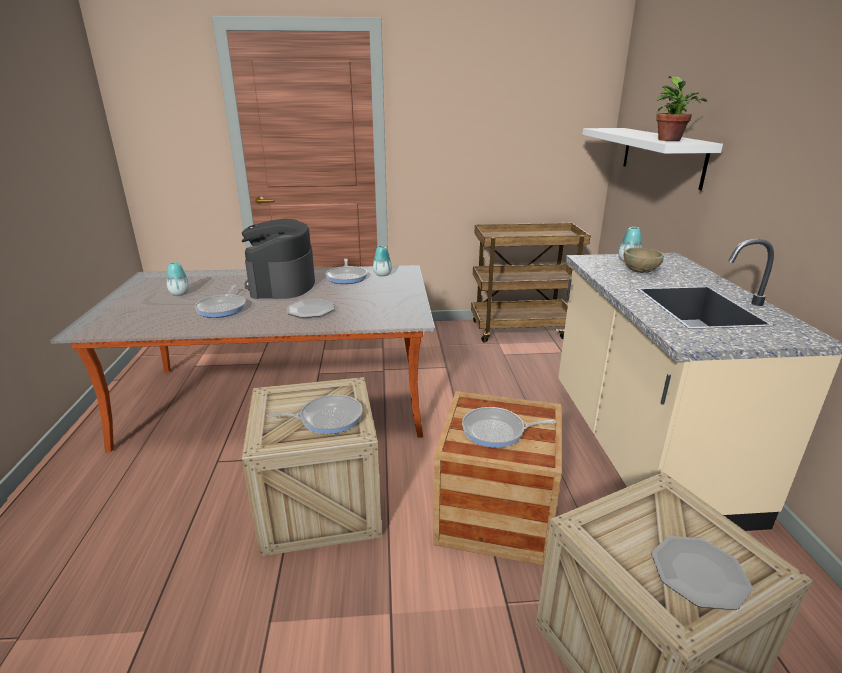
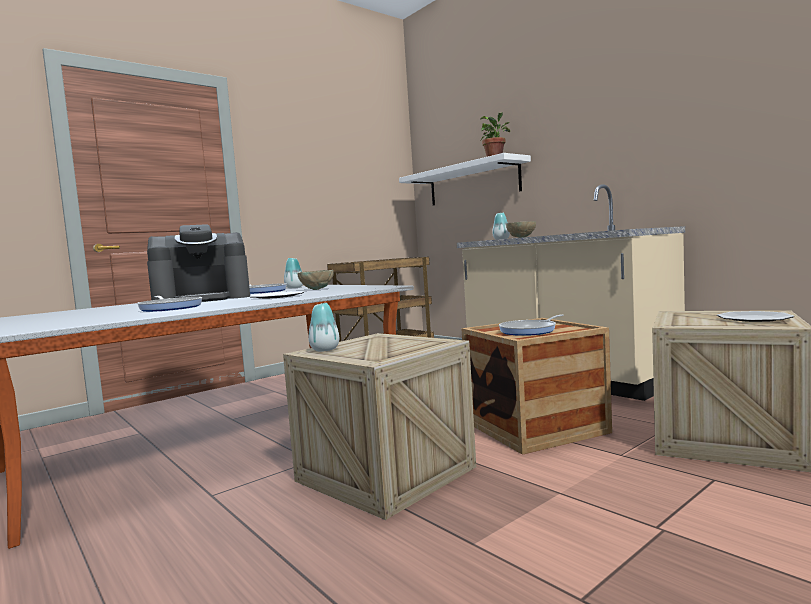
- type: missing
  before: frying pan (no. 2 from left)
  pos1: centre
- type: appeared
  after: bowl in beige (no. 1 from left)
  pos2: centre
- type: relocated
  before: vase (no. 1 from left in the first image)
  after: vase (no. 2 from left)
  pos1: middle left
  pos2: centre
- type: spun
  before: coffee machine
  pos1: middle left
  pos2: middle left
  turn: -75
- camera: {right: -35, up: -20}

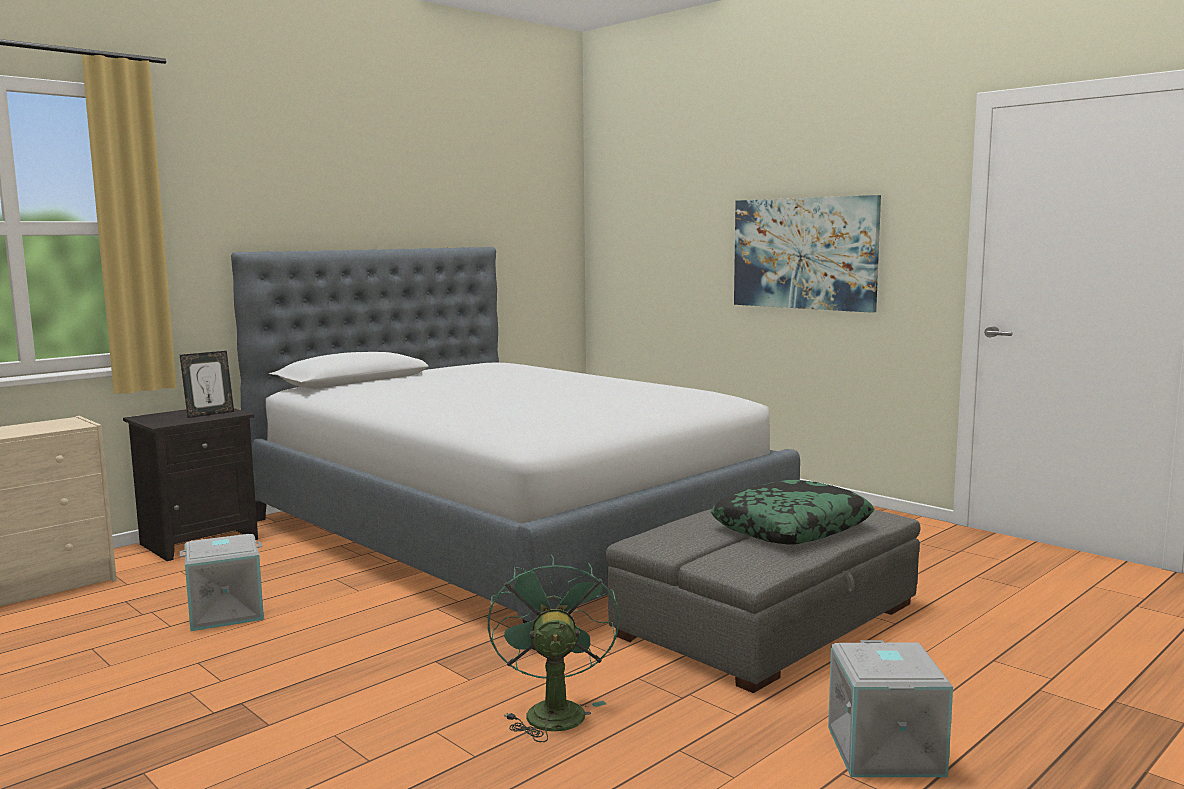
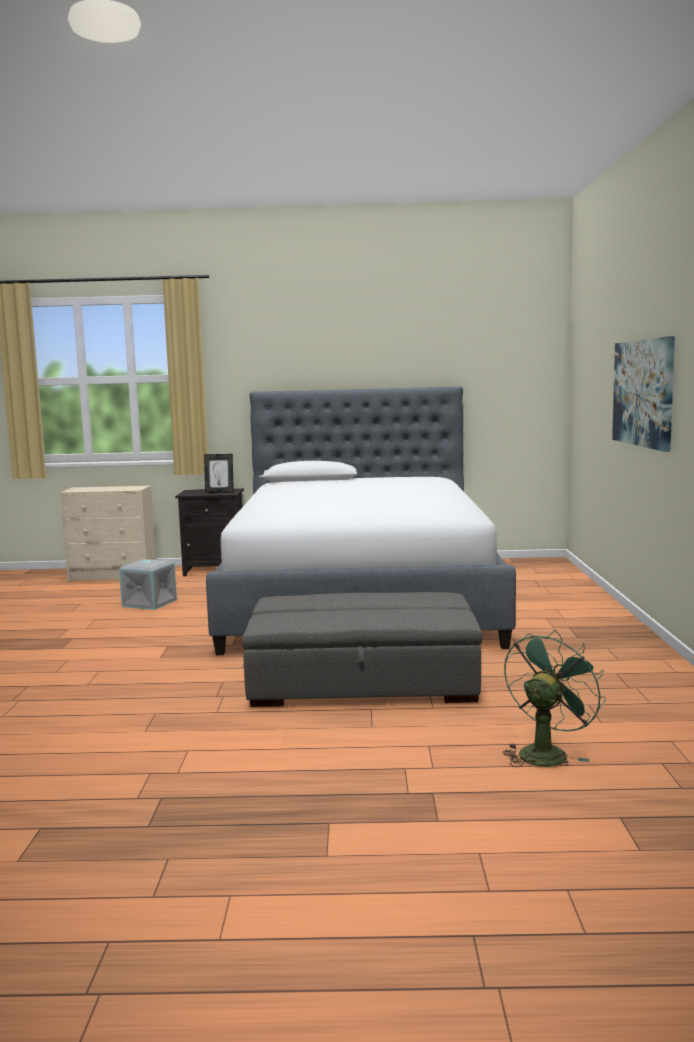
- type: missing
  before: pillow
  pos1: middle right
- type: missing
  before: storage box in grey (no. 2 from left)
  pos1: bottom right
- type: relocated
  before: fan in green
  pos1: bottom centre
  pos2: bottom right
- camera: {right: 45, up: 0}

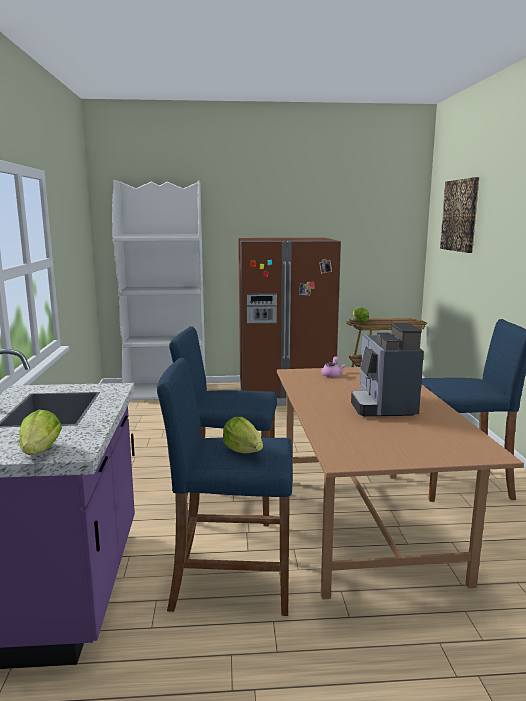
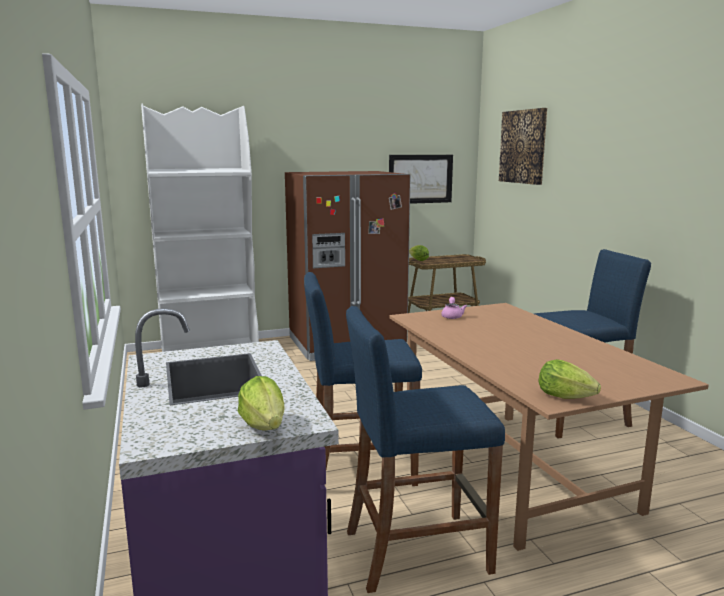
- type: missing
  before: coffee machine
  pos1: middle right
- type: appeared
  after: picture (no. 1 from left)
  pos2: top centre
- type: relocated
  before: lettuce (no. 2 from left in the first image)
  after: lettuce (no. 3 from left)
  pos1: centre
  pos2: middle right
- camera: {right: -15, up: 0}

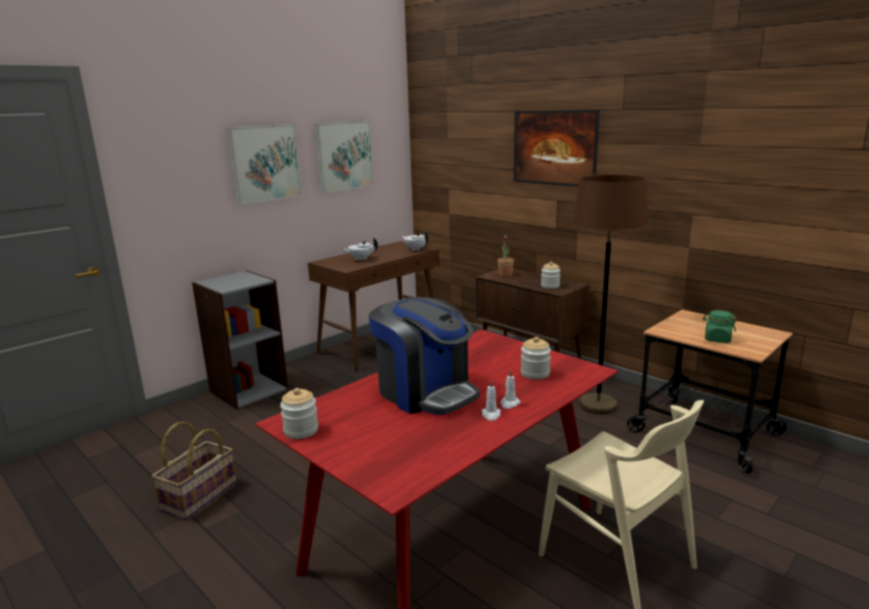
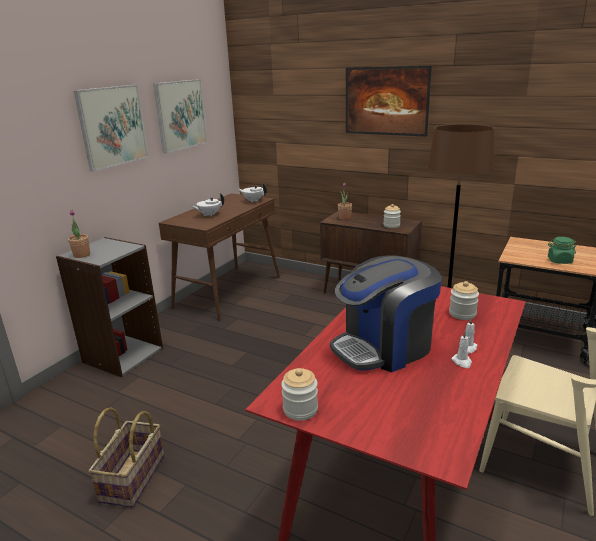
- type: appeared
  after: potted plant (no. 1 from left)
  pos2: middle left
- type: spun
  before: coffee machine
  pos1: centre
  pos2: centre
  turn: 120
- camera: {right: -15, up: 5}

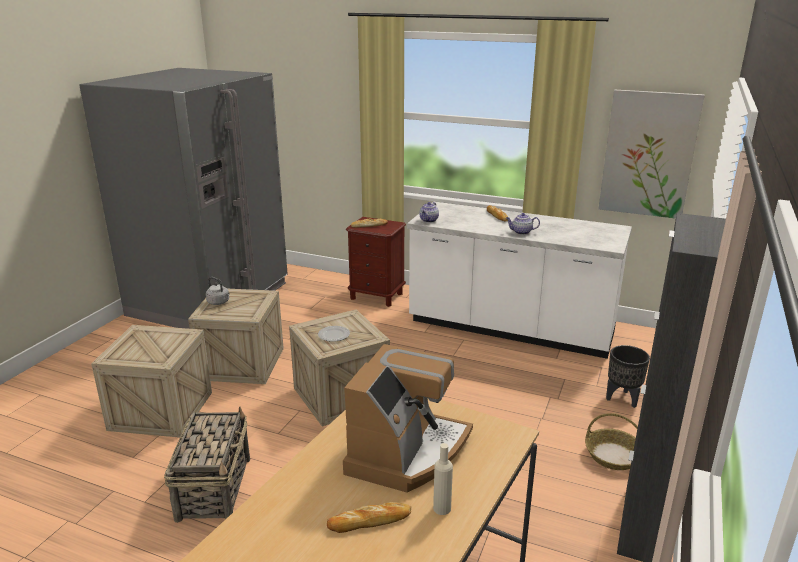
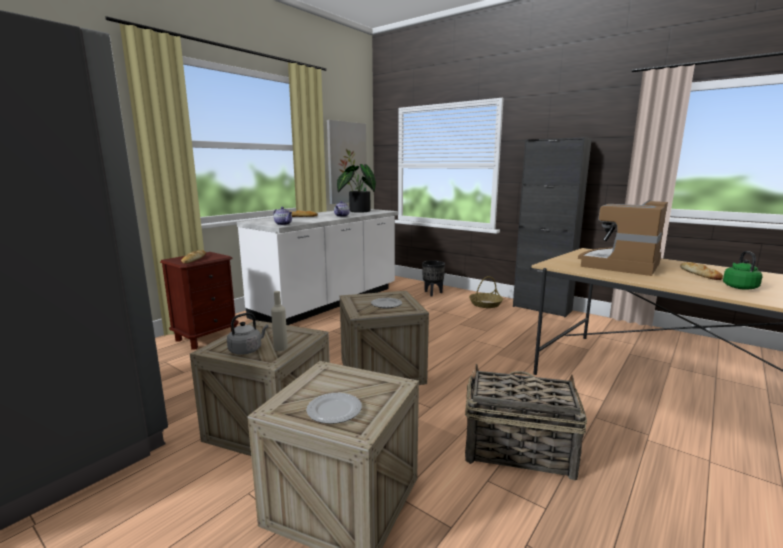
- type: appeared
  after: plate (no. 1 from left)
  pos2: bottom centre
- type: appeared
  after: potted plant
  pos2: centre
- type: appeared
  after: kettle in green
  pos2: middle right
- type: relocated
  before: bottle in beige
  pos1: bottom centre
  pos2: centre
- type: spun
  before: coffee machine
  pos1: bottom centre
  pos2: middle right
  turn: -90
- camera: {right: -75, up: -10}

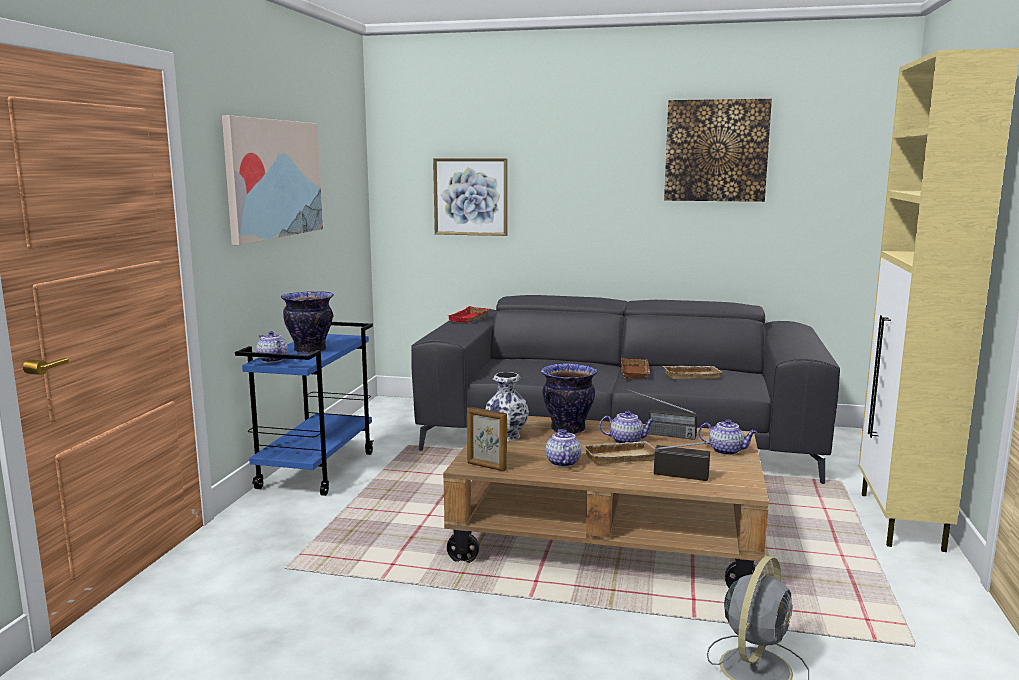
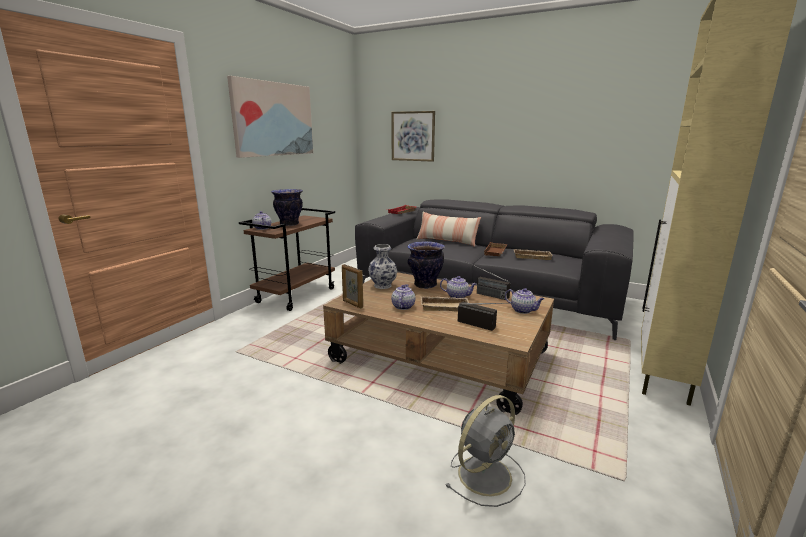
- type: missing
  before: picture (no. 3 from left)
  pos1: top right
- type: appeared
  after: pillow
  pos2: centre
- type: colour
  before: cart in blue
  after: cart in brown
  pos1: middle left
  pos2: centre
- camera: {right: 15, up: 5}

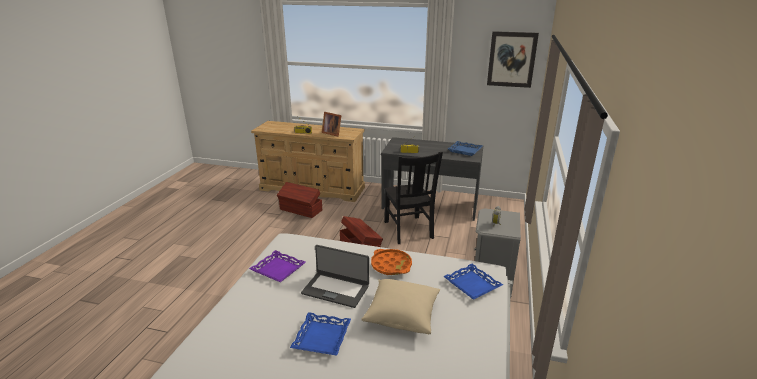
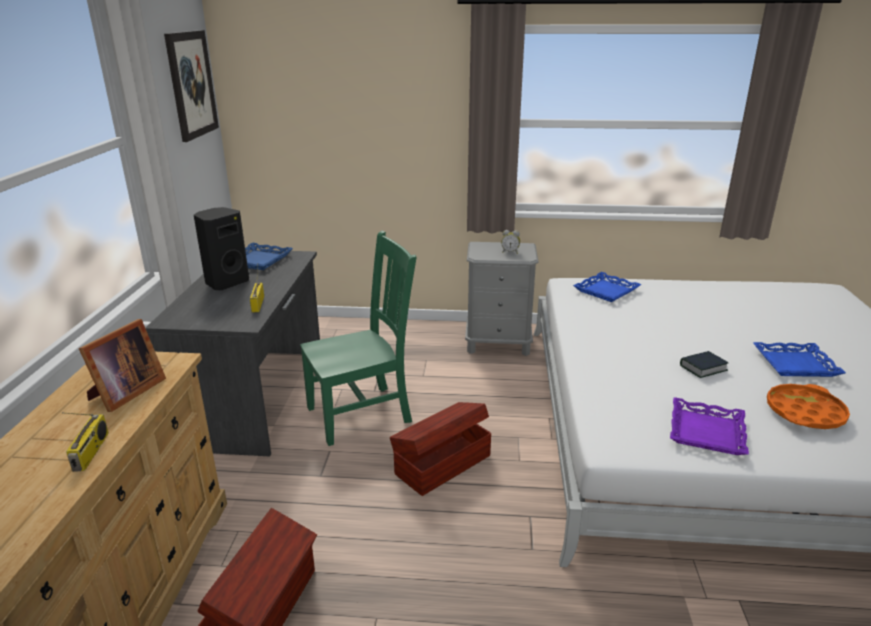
- type: missing
  before: pillow in beige
  pos1: bottom centre
- type: appeared
  after: speaker in black
  pos2: middle left
- type: relocated
  before: tray in orange
  pos1: bottom centre
  pos2: middle right
- type: exchanged
  before: laptop
  after: book
  pos1: bottom centre
  pos2: middle right
- type: colour
  before: chair in black
  after: chair in green
  pos1: centre
  pos2: centre
- camera: {right: -100, up: 0}

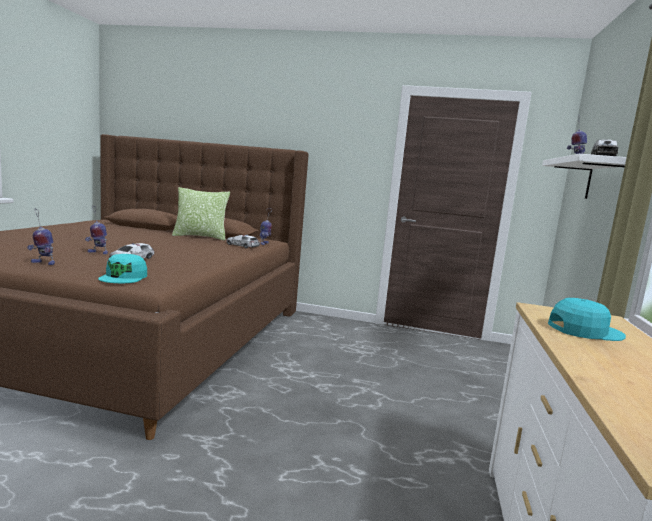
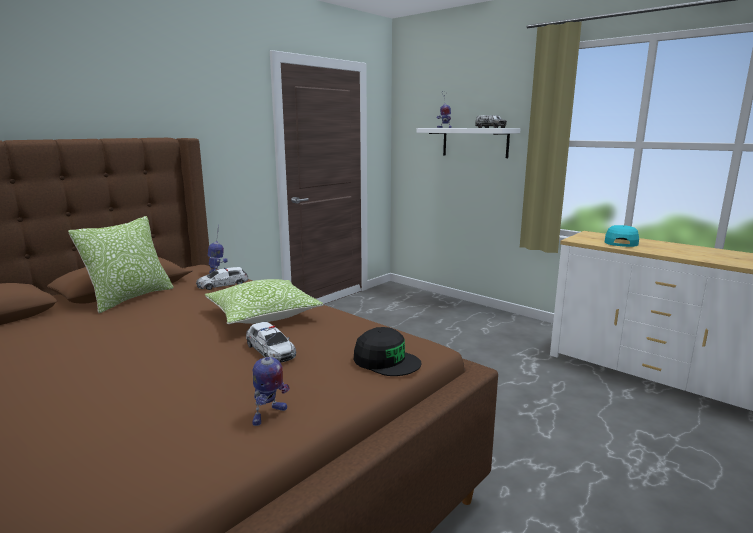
- type: missing
  before: toy robot (no. 2 from left)
  pos1: middle left
- type: appeared
  after: pillow (no. 2 from left)
  pos2: centre
- type: colour
  before: cap in turquoise (no. 1 from left)
  after: cap in black
  pos1: middle left
  pos2: centre
- camera: {right: -60, up: 5}

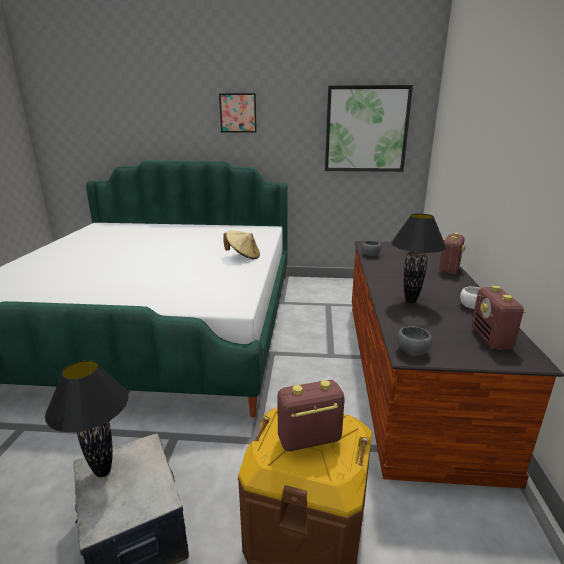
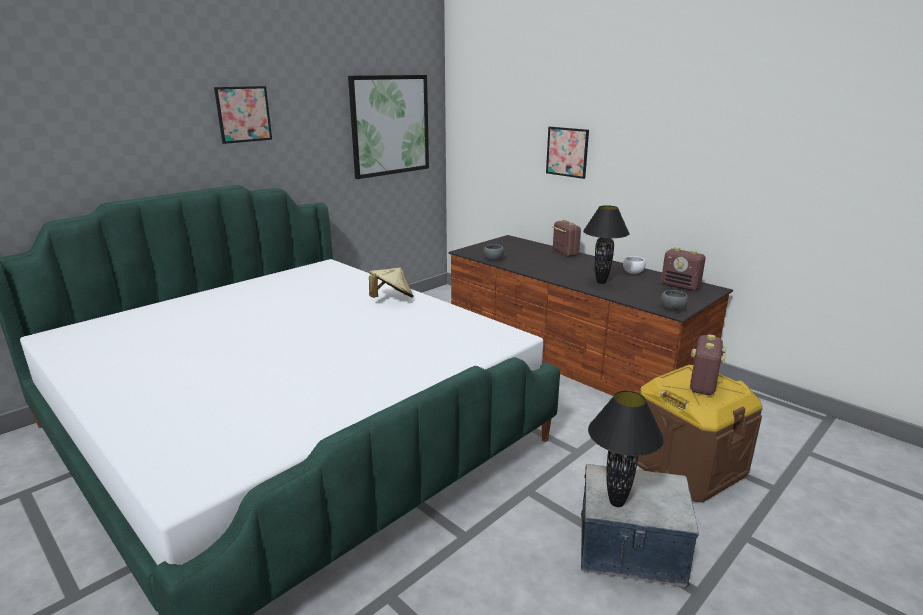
- type: appeared
  after: picture (no. 3 from left)
  pos2: top centre
- camera: {right: -50, up: 0}

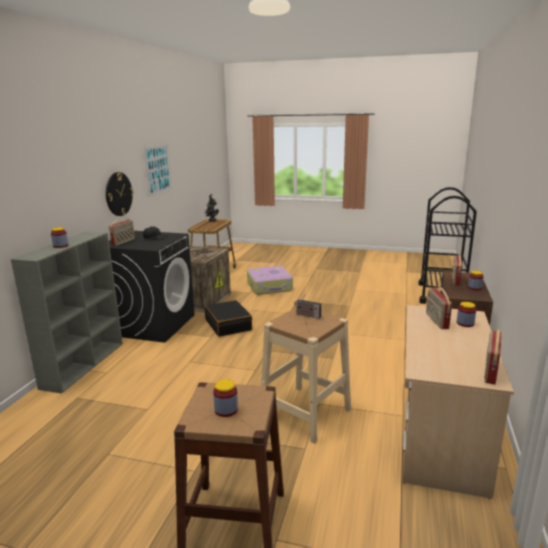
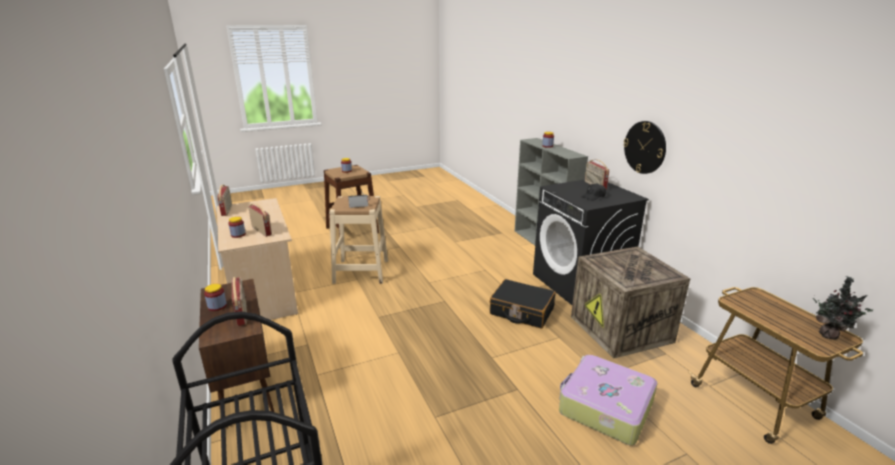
- type: missing
  before: picture
  pos1: top left
- camera: {right: 140, up: 5}

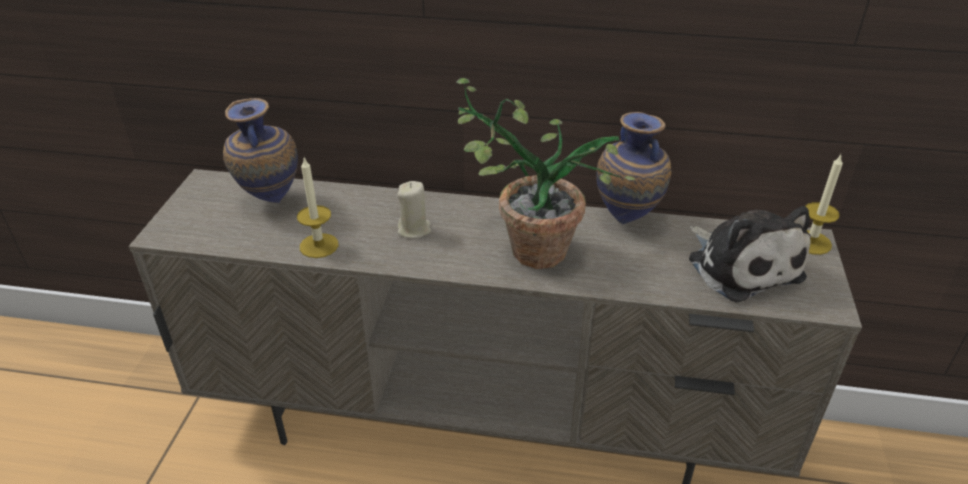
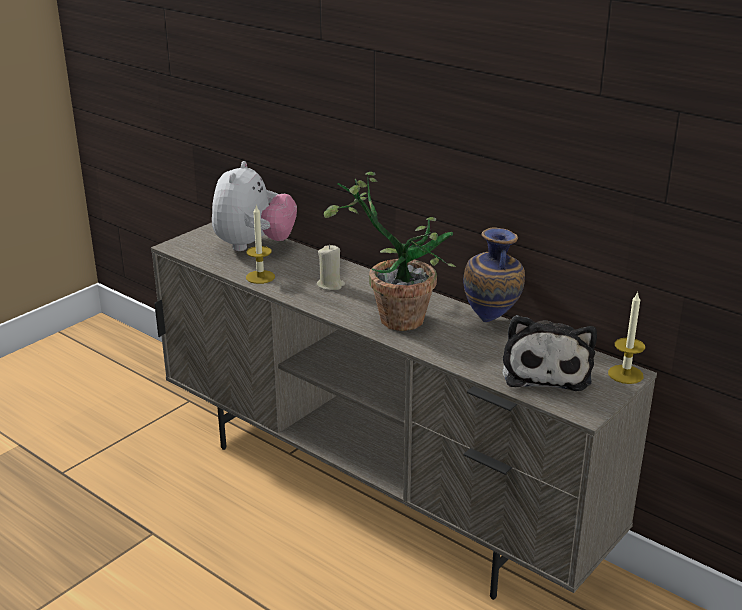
- type: exchanged
  before: vase (no. 1 from left)
  after: plush toy (no. 1 from left)
  pos1: top left
  pos2: centre
- camera: {right: 30, up: -10}

